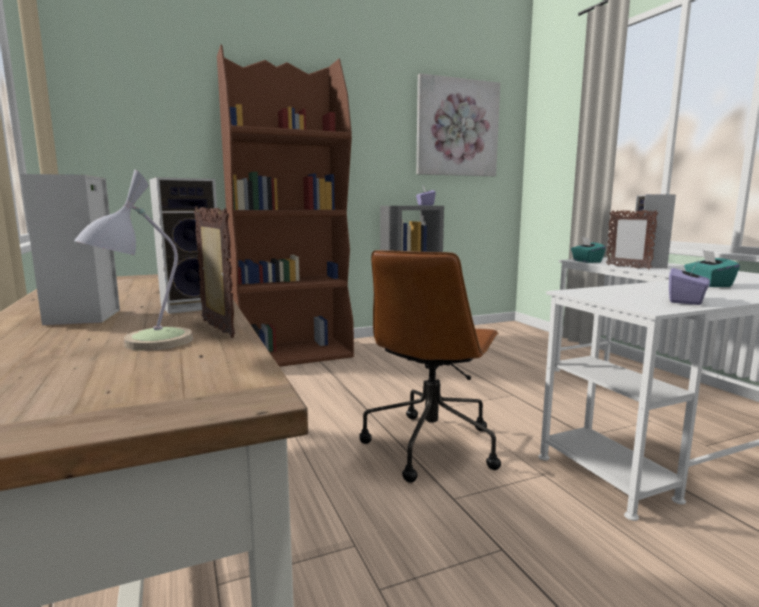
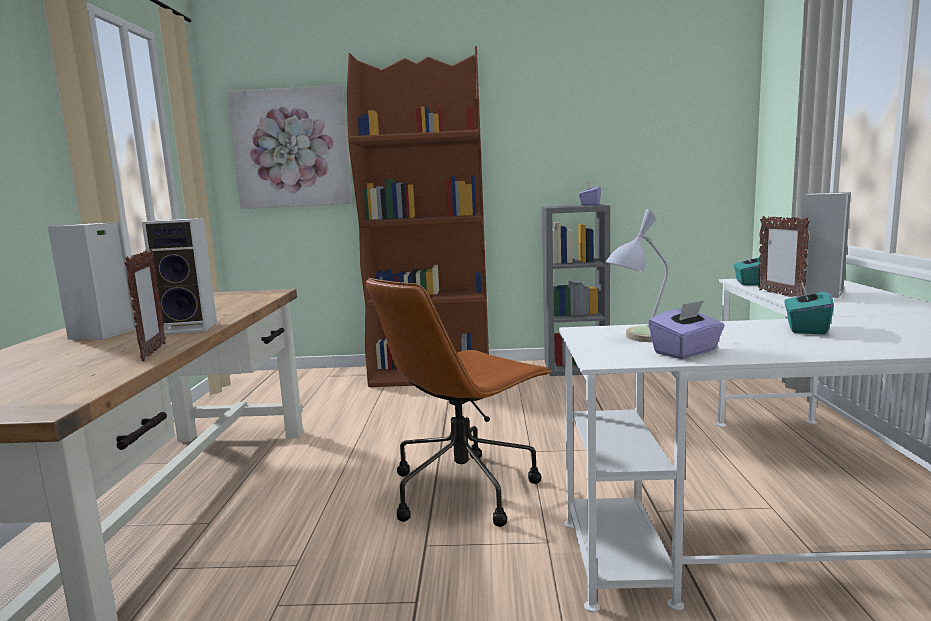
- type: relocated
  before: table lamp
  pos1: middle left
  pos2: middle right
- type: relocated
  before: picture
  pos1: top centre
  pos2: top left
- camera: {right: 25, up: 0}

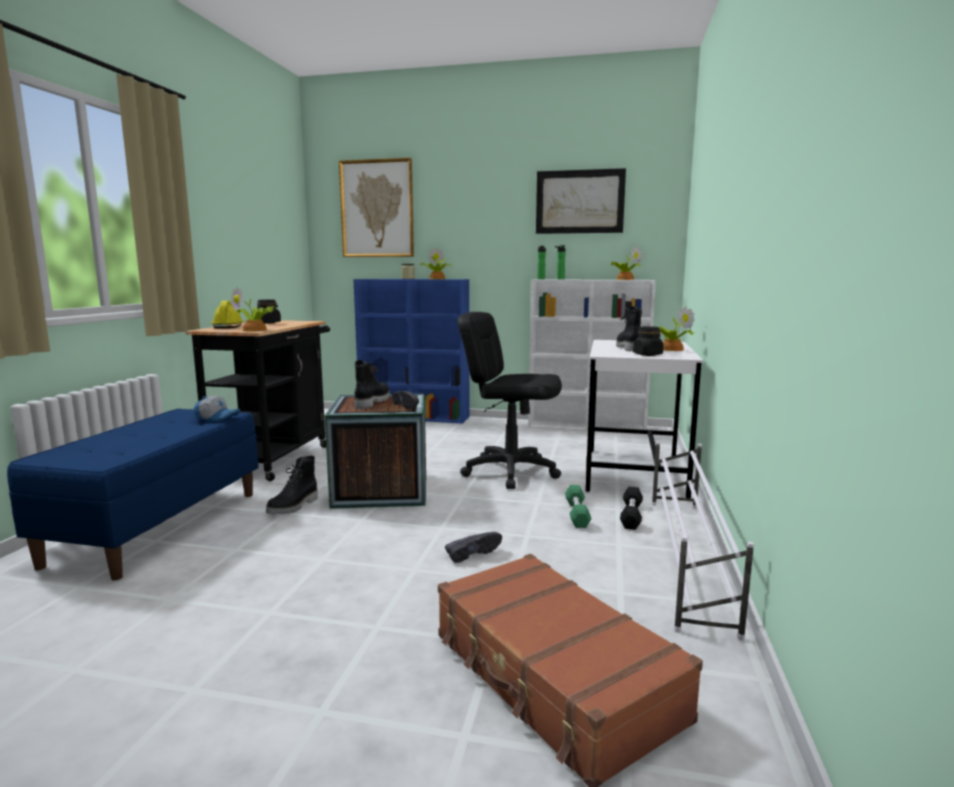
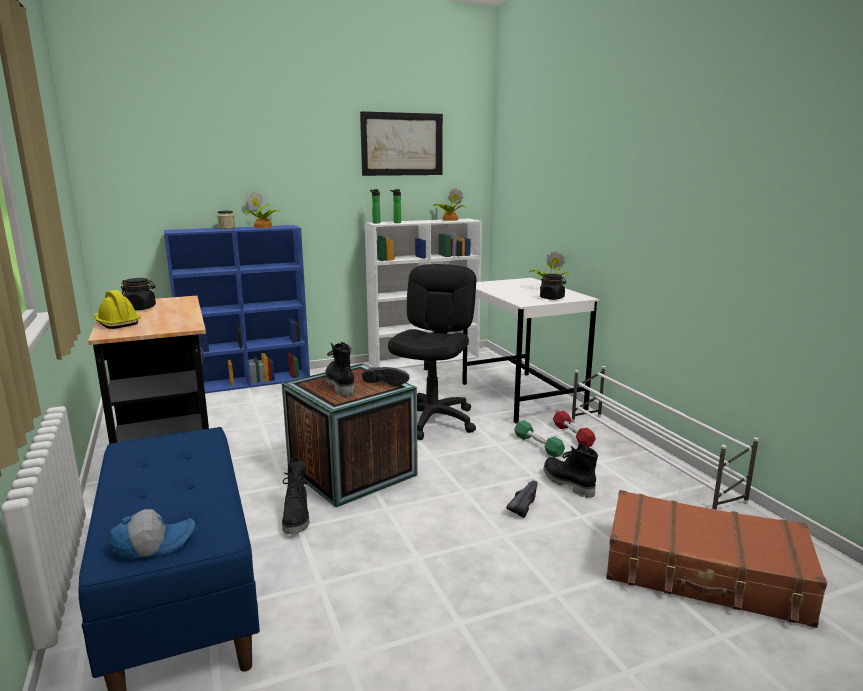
- type: missing
  before: potted plant (no. 1 from left)
  pos1: middle left
- type: missing
  before: picture (no. 1 from left)
  pos1: top centre
- type: relocated
  before: cap
  pos1: middle left
  pos2: bottom left
- type: relocated
  before: boot in black (no. 3 from left)
  pos1: centre
  pos2: bottom centre
- type: colour
  before: dumbbell in black
  after: dumbbell in red
  pos1: centre
  pos2: centre
- type: spun
  before: office chair in black
  pos1: centre
  pos2: centre
  turn: 120
- camera: {right: -35, up: 5}

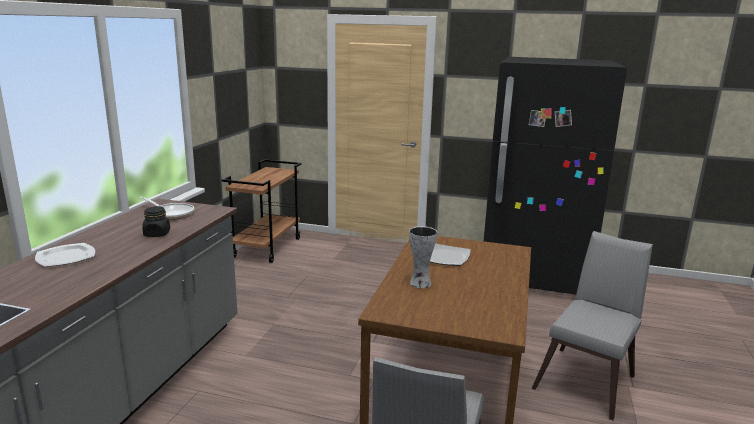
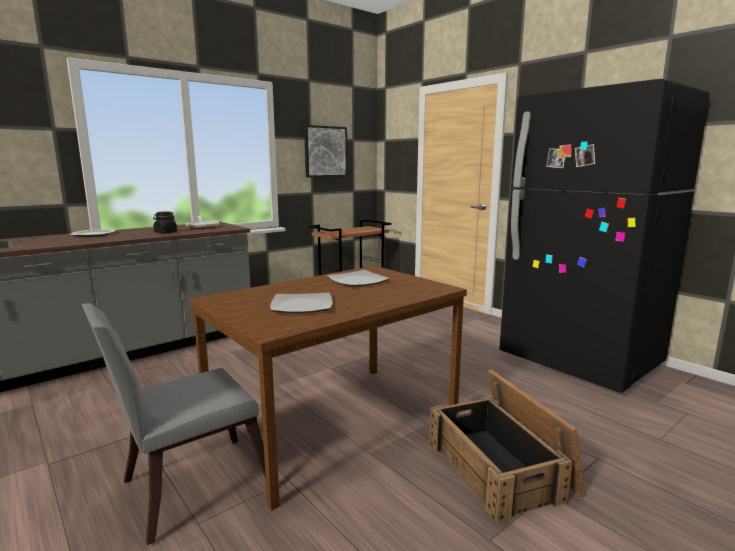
- type: missing
  before: vase
  pos1: centre
- type: appeared
  after: plate (no. 2 from left)
  pos2: centre
- type: appeared
  after: picture
  pos2: top centre
- type: exchanged
  before: chair in grey (no. 2 from left)
  after: crate
  pos1: bottom right
  pos2: bottom right
- camera: {right: 35, up: -5}

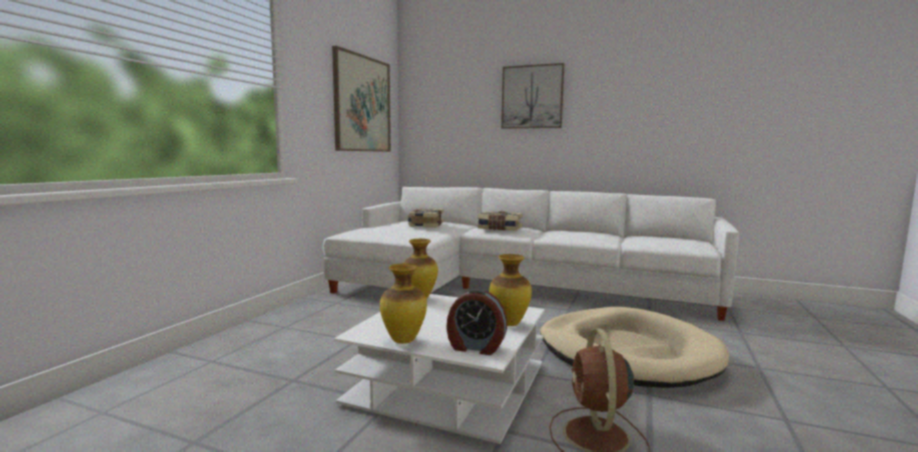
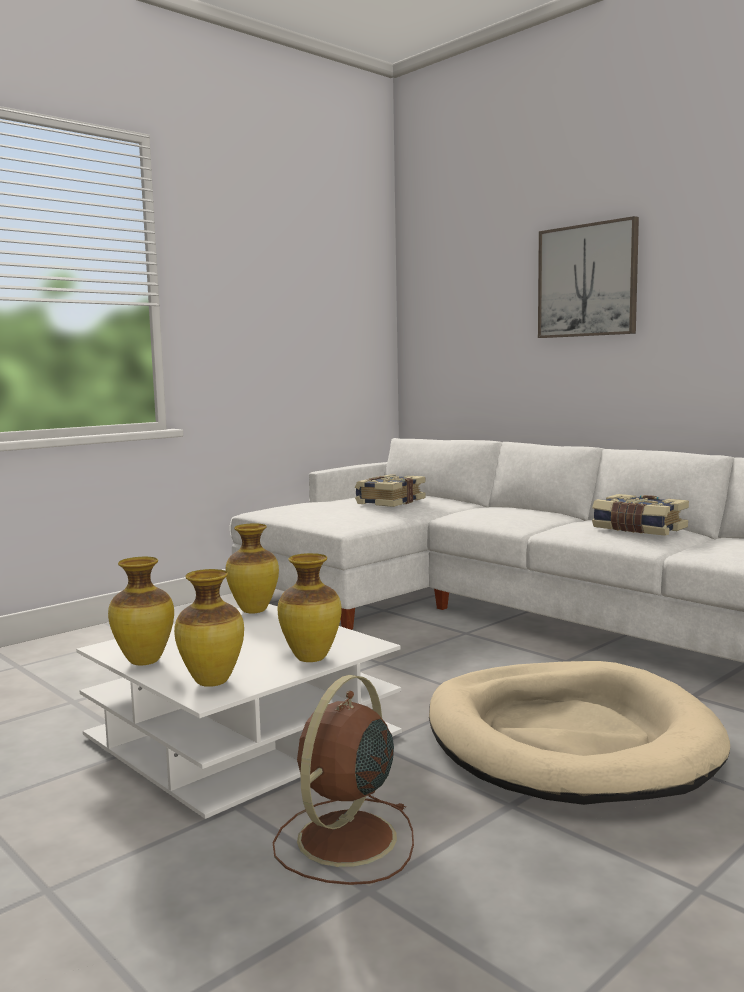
- type: missing
  before: picture (no. 1 from left)
  pos1: top centre
- type: relocated
  before: book (no. 2 from left)
  pos1: centre
  pos2: middle right
- type: exchanged
  before: alarm clock
  after: vase (no. 2 from left)
  pos1: bottom centre
  pos2: middle left
- camera: {right: 25, up: 0}

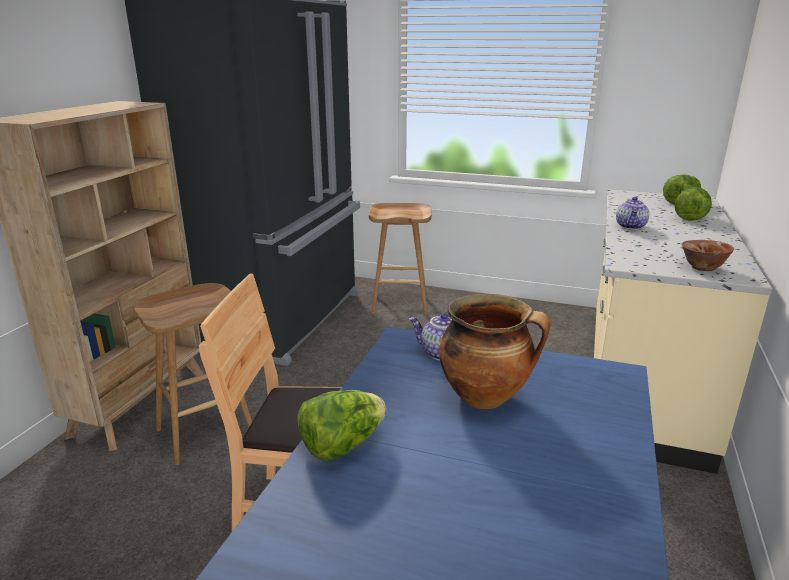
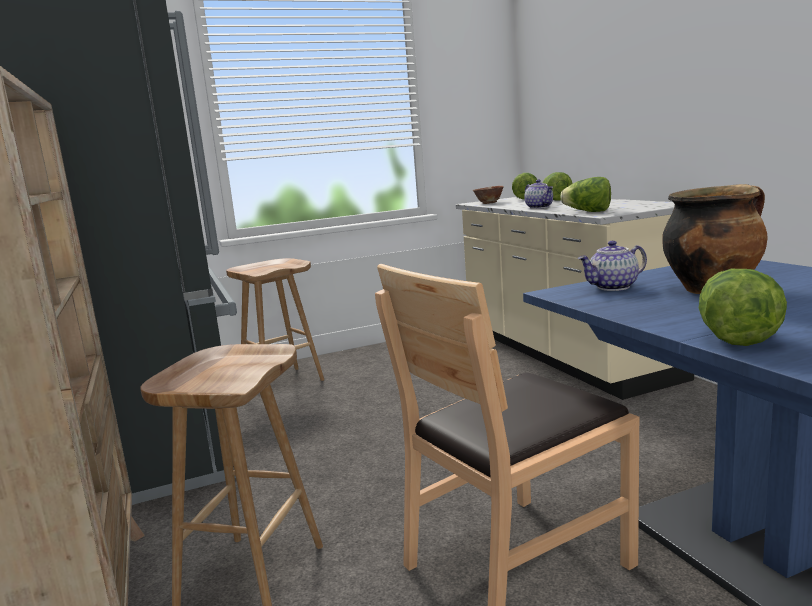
- type: appeared
  after: lettuce (no. 3 from left)
  pos2: top right
- type: relocated
  before: bowl
  pos1: middle right
  pos2: top centre
- camera: {right: -40, up: -10}

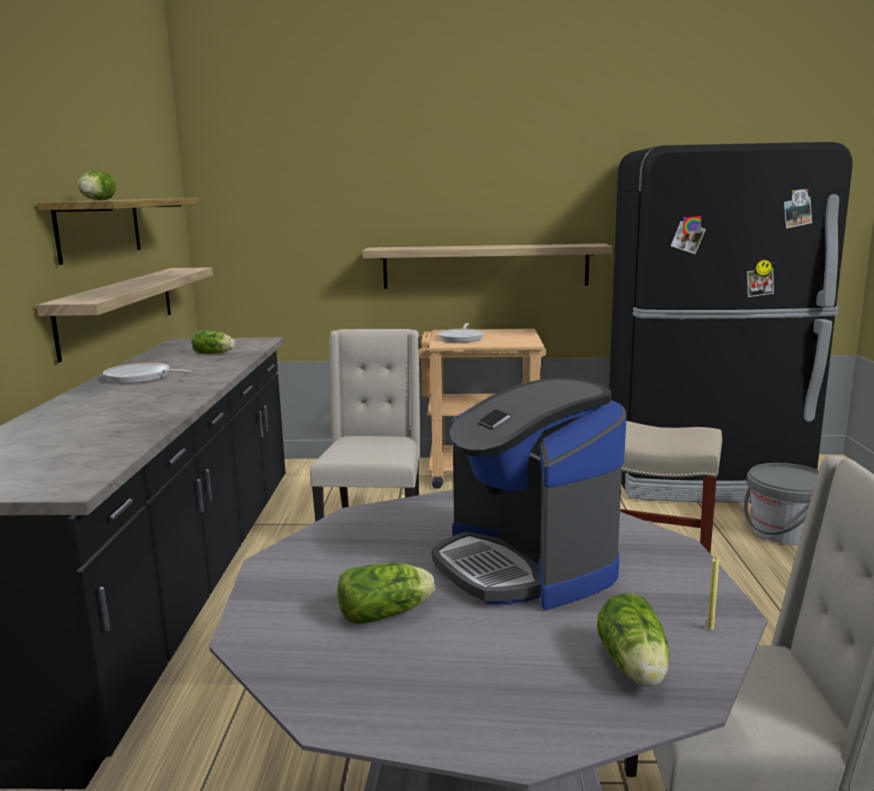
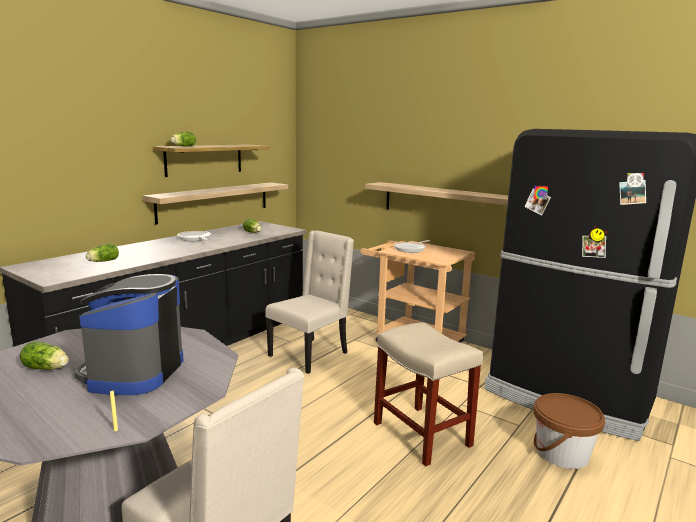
- type: relocated
  before: lettuce (no. 4 from left in the first image)
  after: lettuce (no. 2 from left)
  pos1: bottom right
  pos2: middle left
- type: colour
  before: bucket in grey
  after: bucket in brown
  pos1: middle right
  pos2: bottom right
- camera: {right: 35, up: 0}

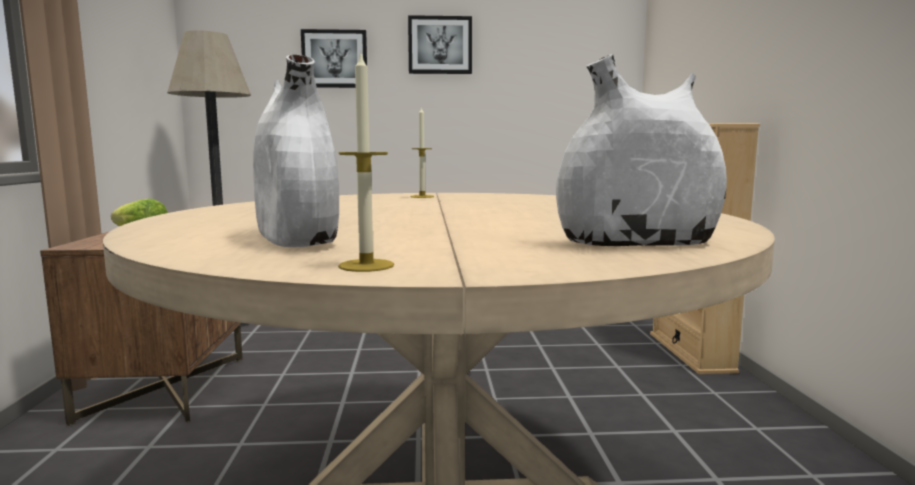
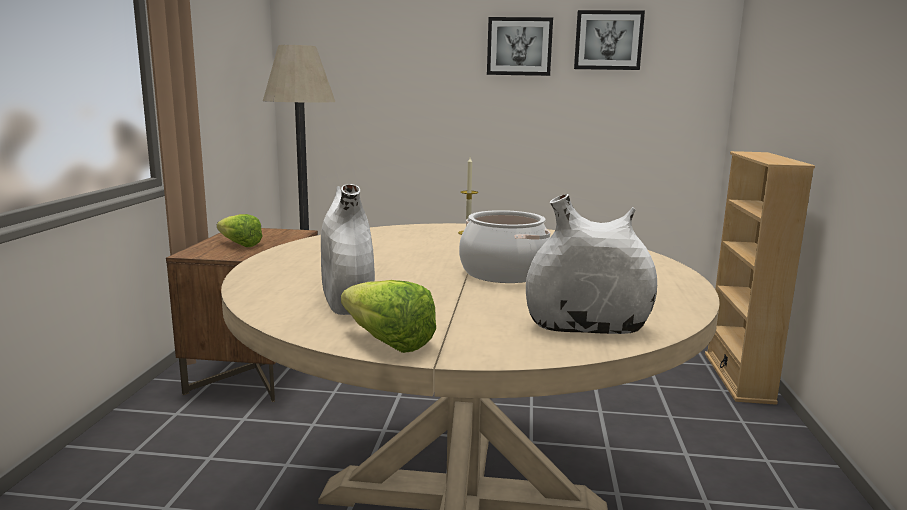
- type: appeared
  after: cooking pot
  pos2: centre
- type: relocated
  before: picture (no. 1 from left in the first image)
  after: picture (no. 2 from left)
  pos1: top centre
  pos2: top right
- type: exchanged
  before: candle (no. 1 from left)
  after: lettuce (no. 2 from left)
  pos1: top centre
  pos2: centre
- camera: {right: 10, up: 5}

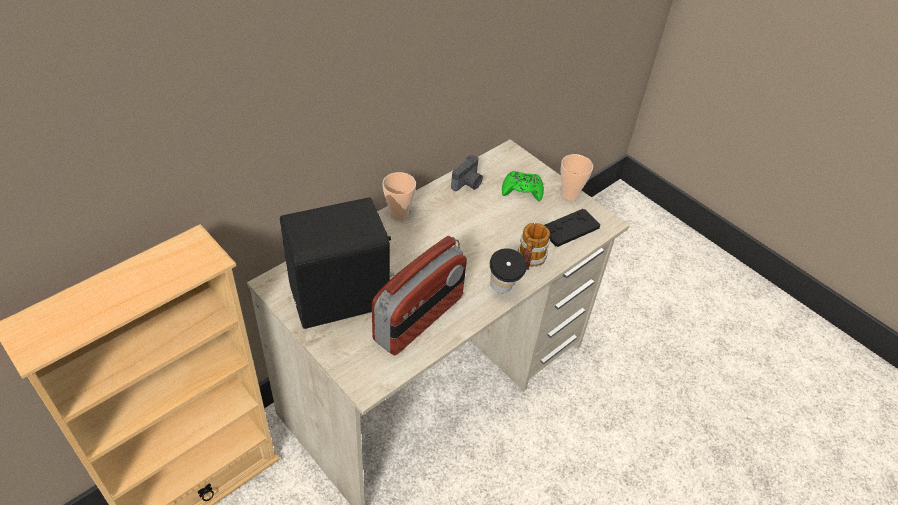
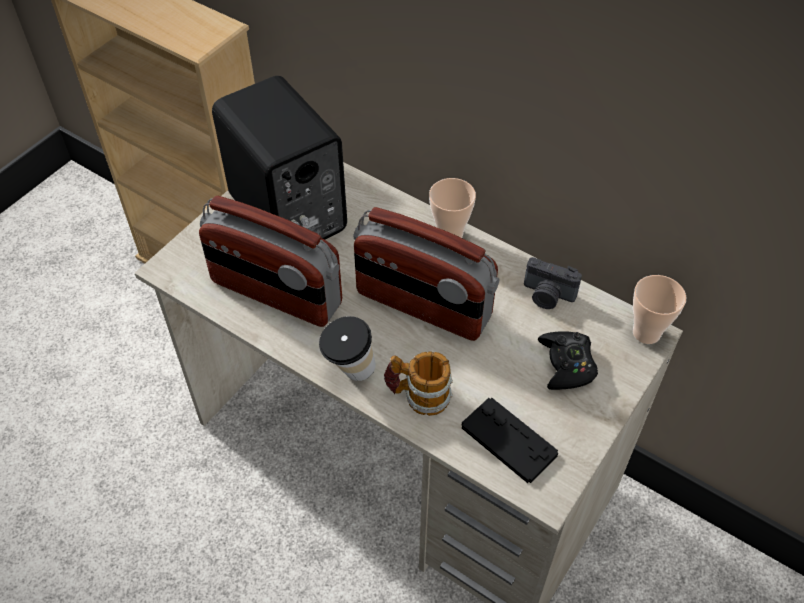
- type: appeared
  after: radio (no. 2 from left)
  pos2: centre
- type: relocated
  before: cup (no. 3 from left)
  pos1: centre
  pos2: middle right
- type: colour
  before: game controller in green
  after: game controller in black (no. 2 from left)
  pos1: centre
  pos2: middle right
- camera: {right: 80, up: 5}

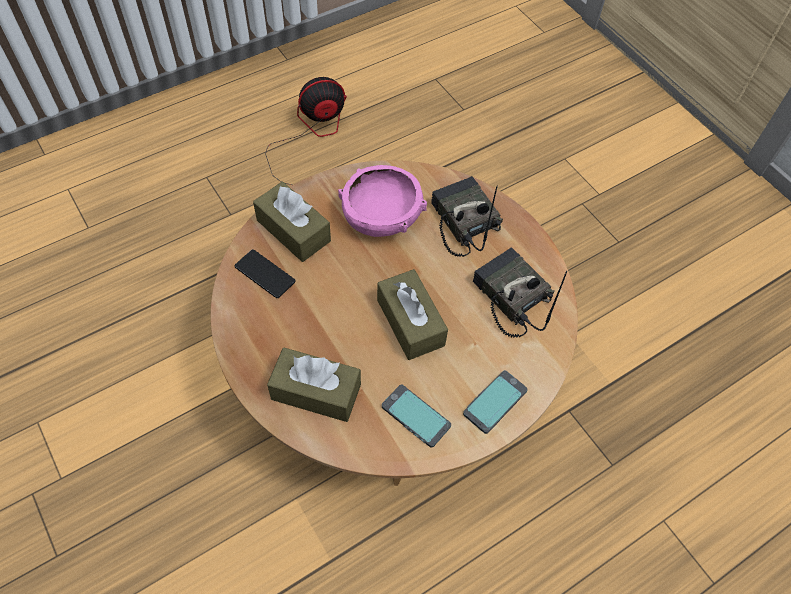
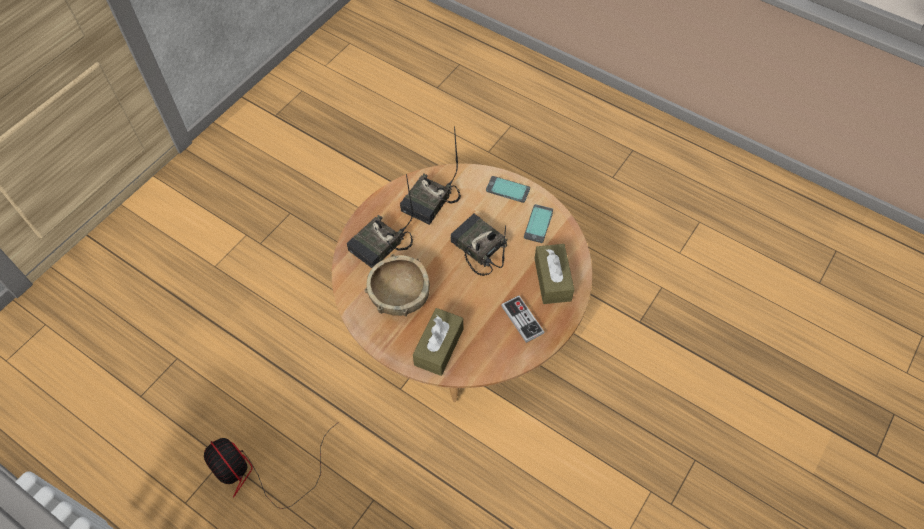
- type: missing
  before: phone (no. 1 from left)
  pos1: centre
- type: appeared
  after: game controller
  pos2: centre
- type: exchanged
  before: tissue box in brown (no. 3 from left)
  after: radio (no. 3 from left)
  pos1: centre
  pos2: centre
- type: colour
  before: bowl in pink
  after: bowl in brown
  pos1: centre
  pos2: centre
- camera: {right: -110, up: 0}

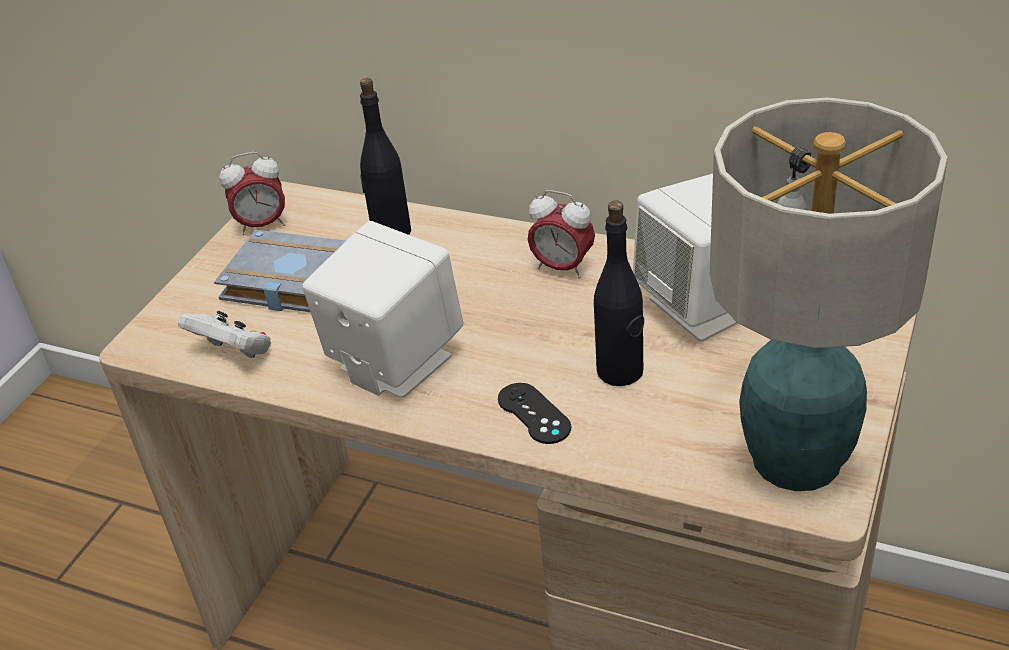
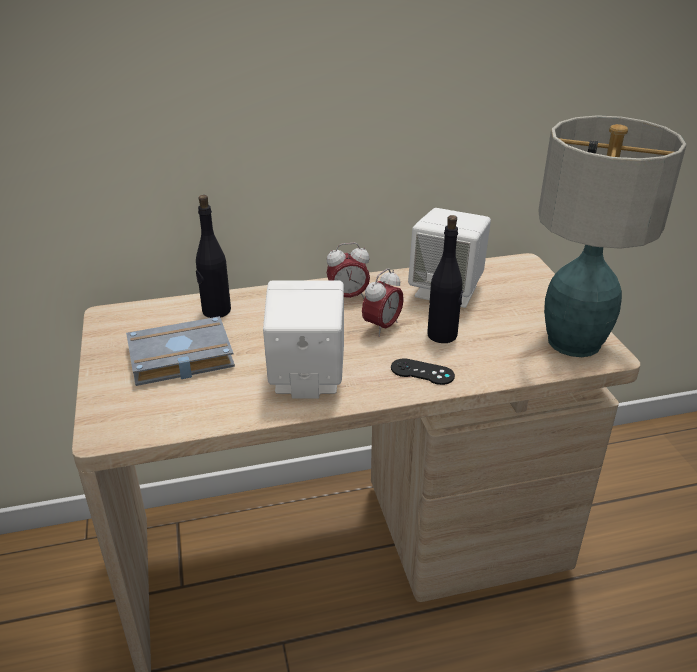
- type: missing
  before: game controller in white
  pos1: middle left
- type: relocated
  before: alarm clock (no. 1 from left in the first image)
  after: alarm clock (no. 2 from left)
  pos1: top left
  pos2: centre
- camera: {right: -40, up: -5}

